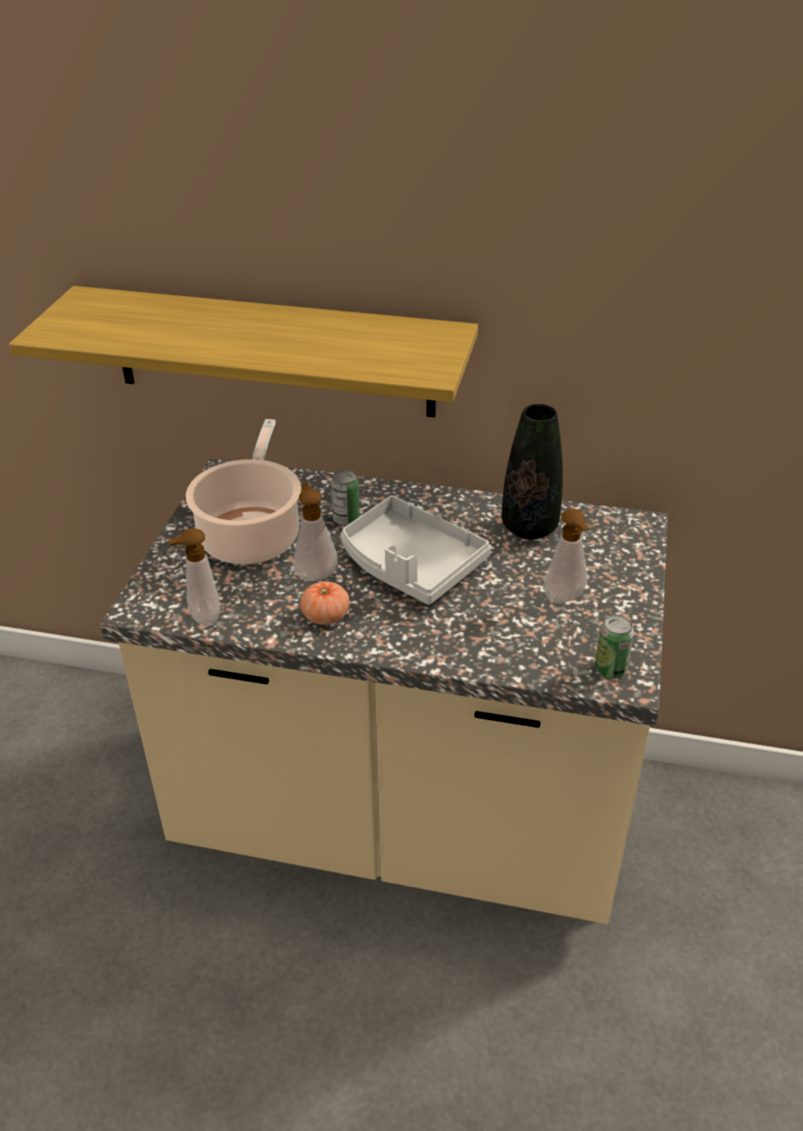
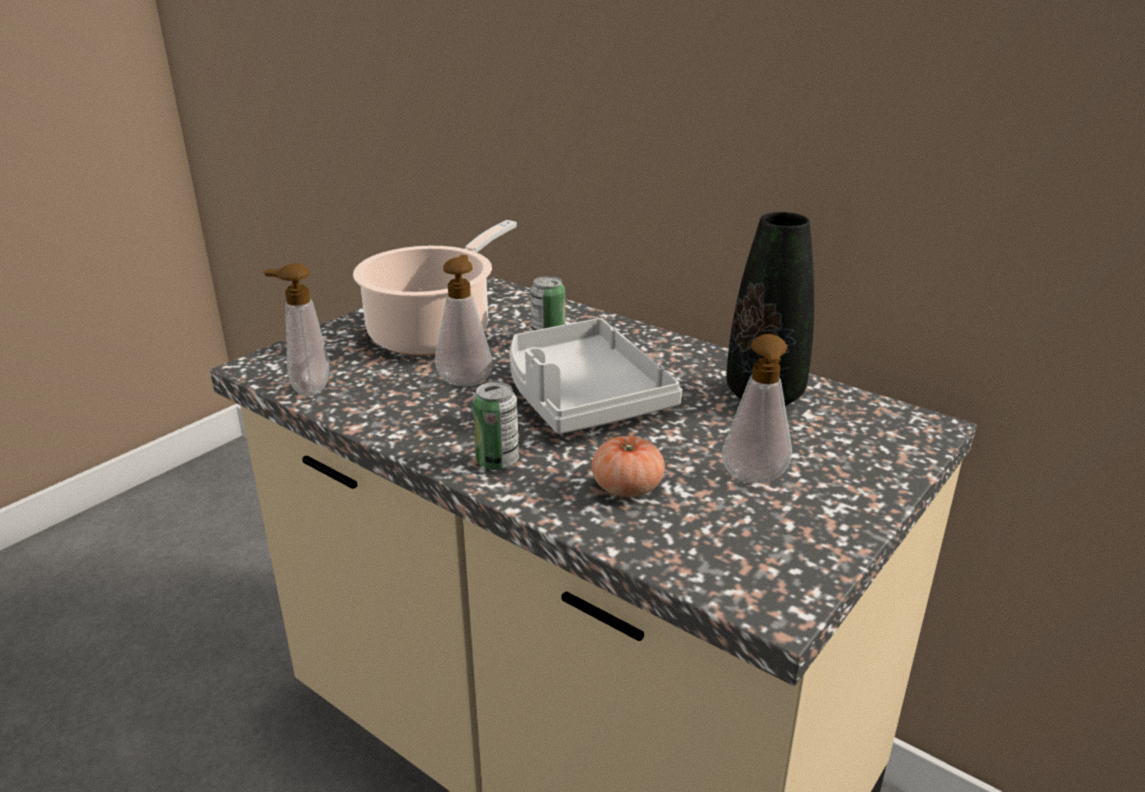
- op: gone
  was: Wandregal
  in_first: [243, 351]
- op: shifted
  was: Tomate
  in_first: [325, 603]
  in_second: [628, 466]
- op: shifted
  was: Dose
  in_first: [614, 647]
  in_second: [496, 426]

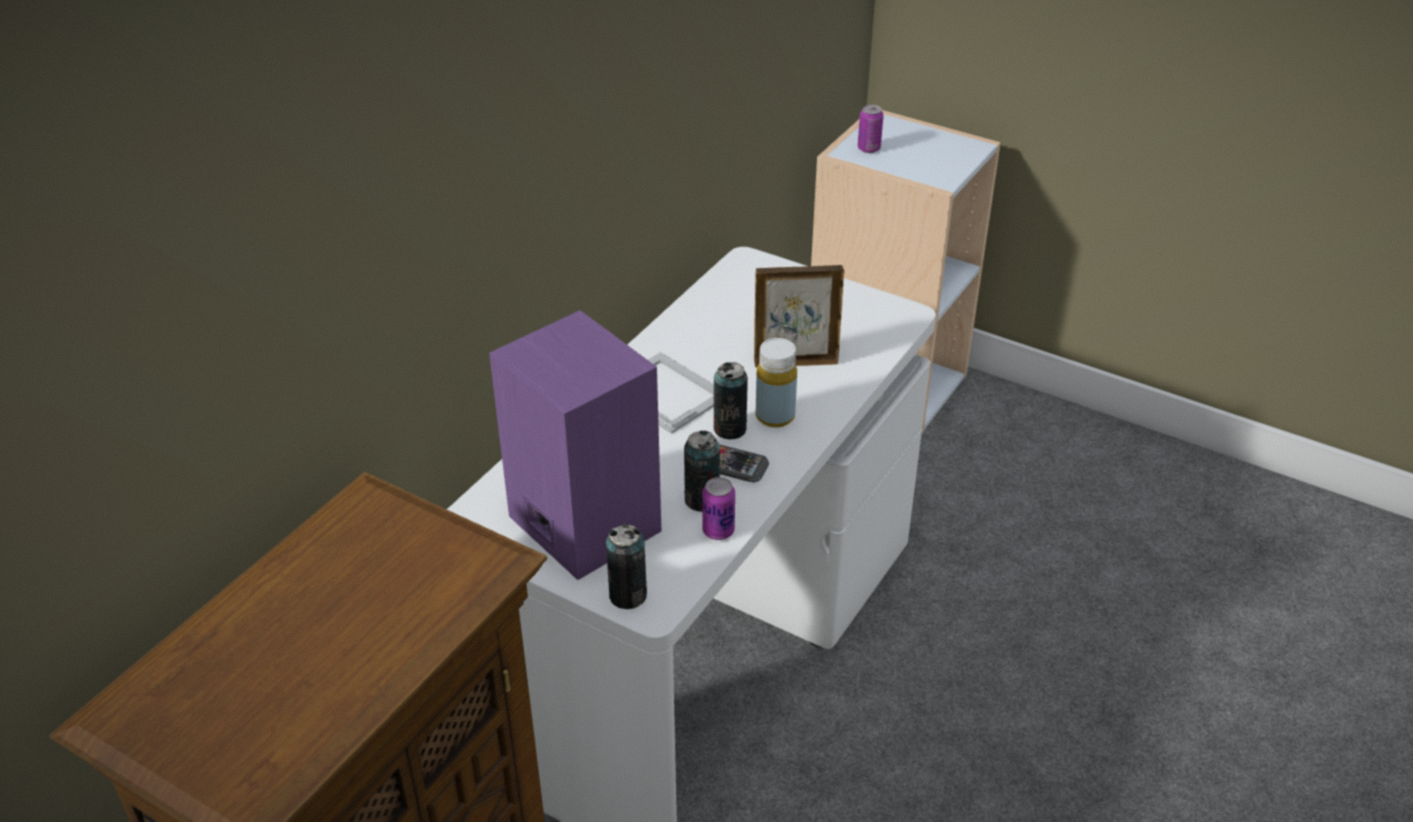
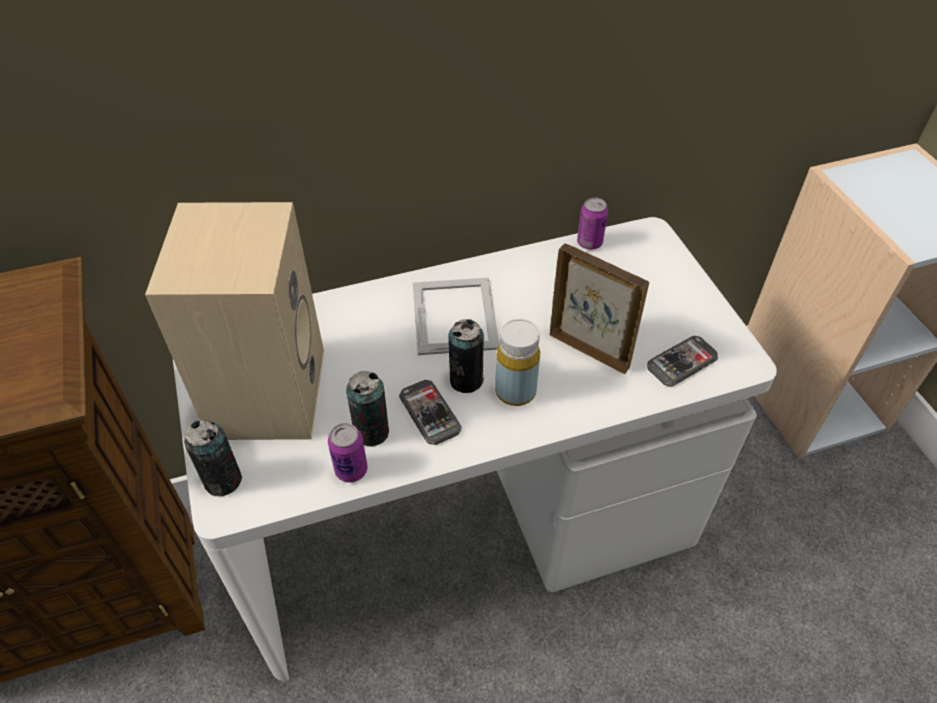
- op: shifted
  was: Dose
  in_first: [870, 129]
  in_second: [592, 224]
- op: repainted
  was: Lautsprecher [lila]
  now: Lautsprecher [beige]
  in_first: [575, 445]
  in_second: [234, 321]
- op: new
  now: Handy
  in_second: [682, 361]

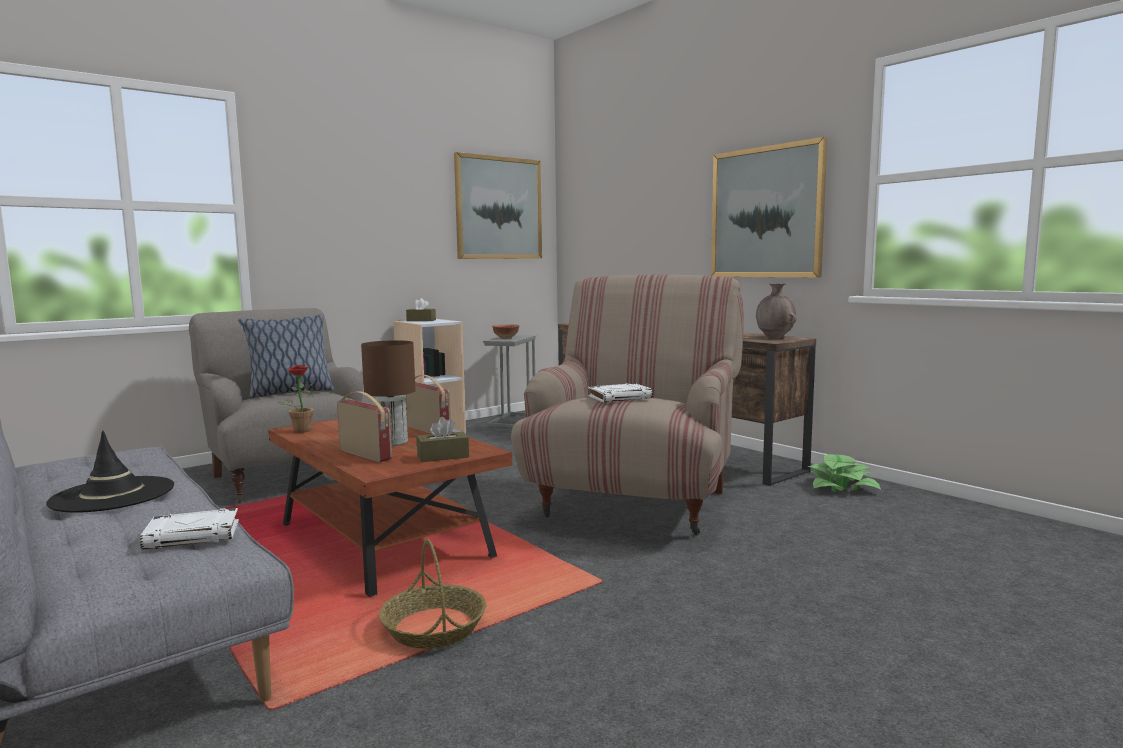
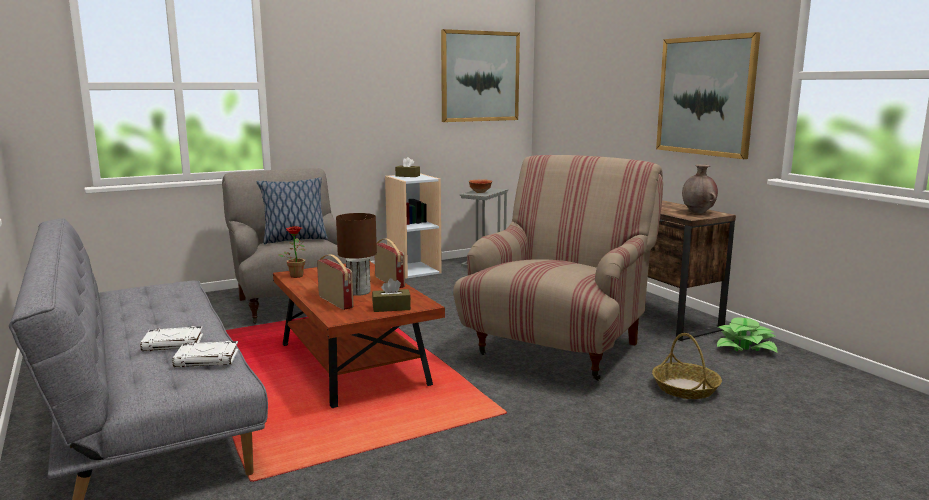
- op: shifted
  was: Buch [weiß]
  in_first: [620, 392]
  in_second: [171, 338]
- op: gone
  was: Hut [schwarz]
  in_first: [110, 472]
- op: shifted
  was: Korb
  in_first: [432, 594]
  in_second: [687, 366]

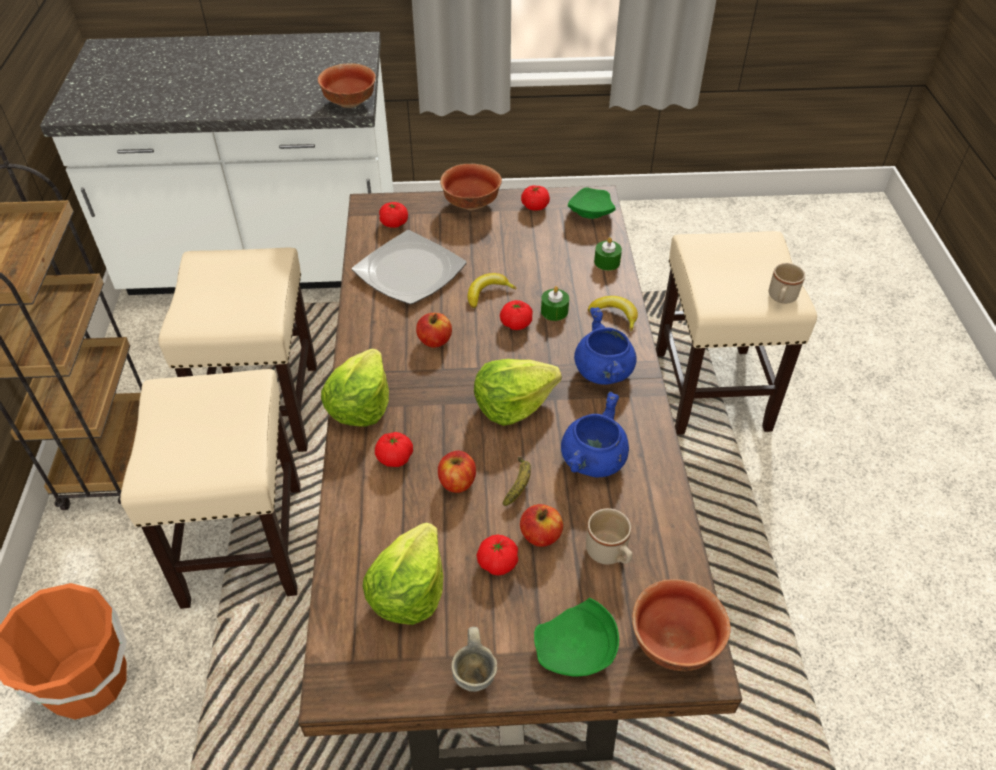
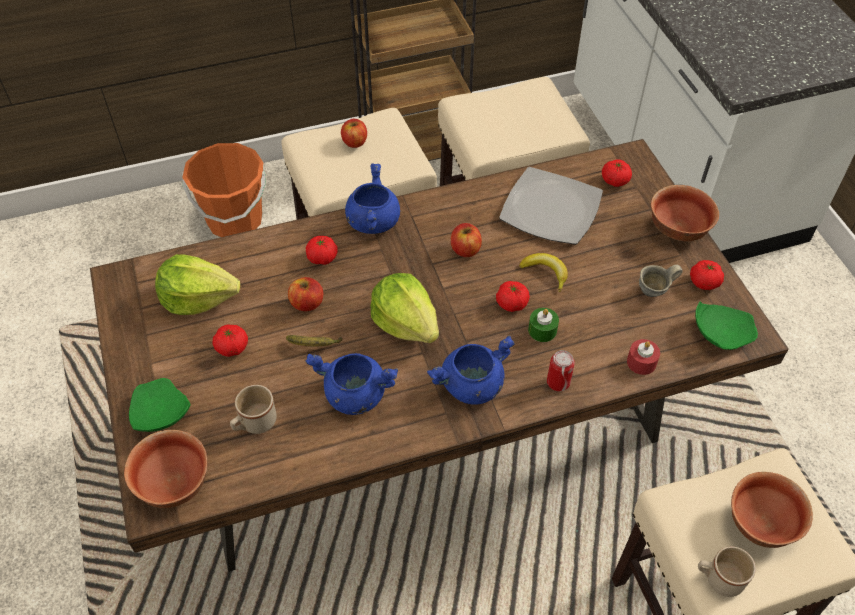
- op: shifted
  was: Schüssel
  in_first: [347, 85]
  in_second: [772, 510]
- op: repainted
  was: Kerze [grün]
  now: Kerze [rot]
  in_first: [608, 254]
  in_second: [643, 357]
- op: swapped
  was: Banane
  now: Dose
  in_first: [613, 314]
  in_second: [561, 370]
- op: swapped
  was: Salatkopf
  now: Kochtopf [blau]
  in_first: [355, 388]
  in_second: [372, 199]
- op: shifted
  was: Apfel
  in_first: [541, 525]
  in_second: [354, 133]
- op: shifted
  was: Henkelbecher [grau]
  in_first: [474, 659]
  in_second: [661, 281]

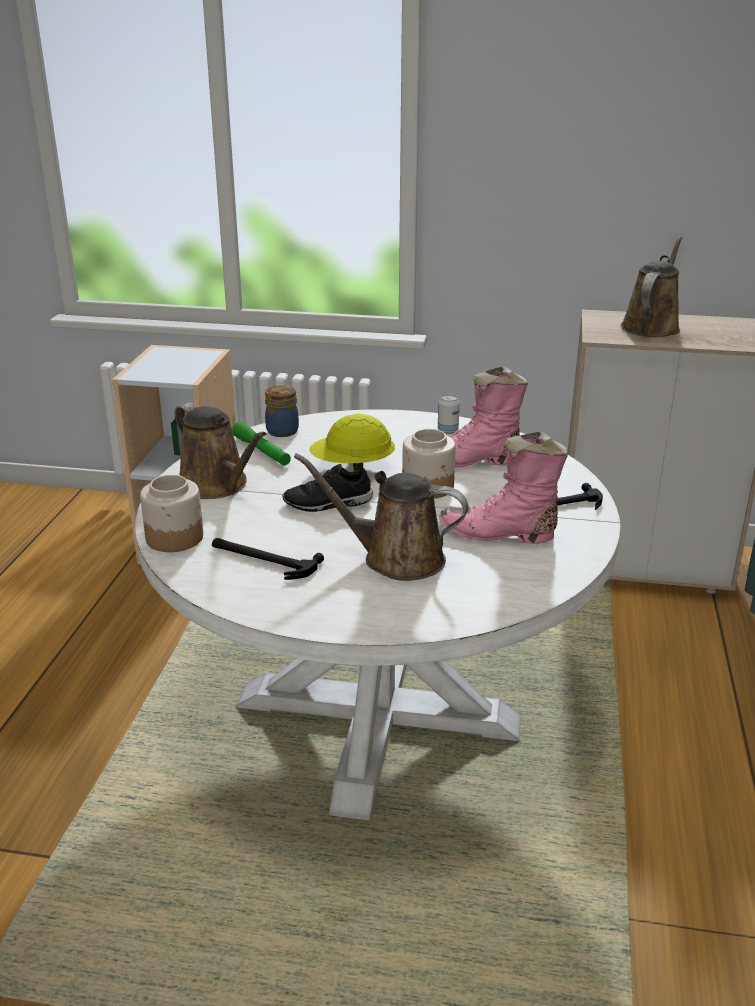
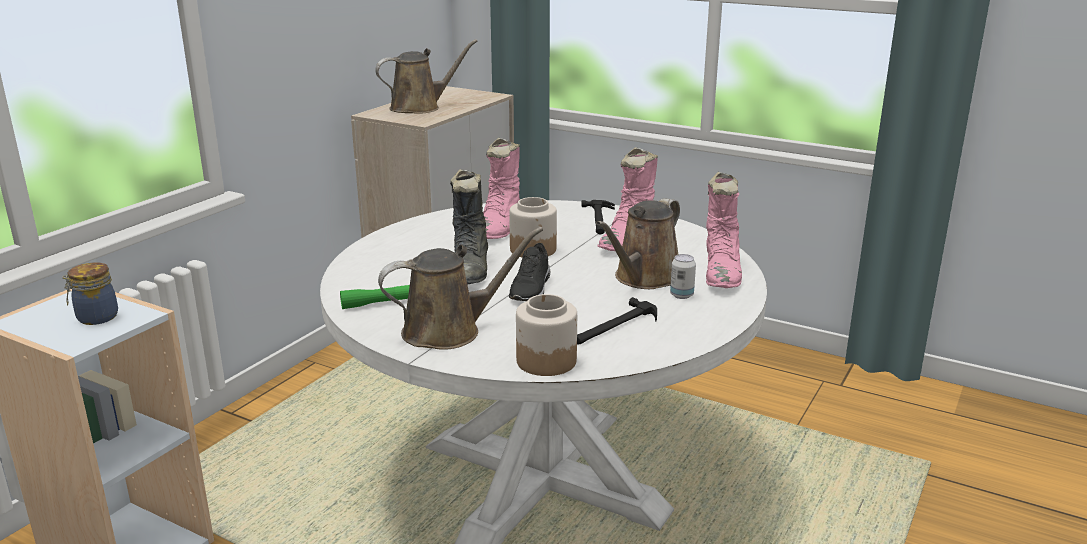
- op: rotated
  was: Gießkanne [braun]
  in_first: [651, 286]
  in_second: [426, 77]
  clockwise: 105
- op: shifted
  was: Vorratsglas
  in_first: [282, 411]
  in_second: [90, 293]
- op: shifted
  was: Dose
  in_first: [449, 414]
  in_second: [683, 276]
- op: swapped
  was: Schutzhelm [gelb]
  now: Stiefel [schwarz]
  in_first: [352, 442]
  in_second: [469, 226]
- op: new
  now: Stiefel [rosa]
  in_second: [724, 230]

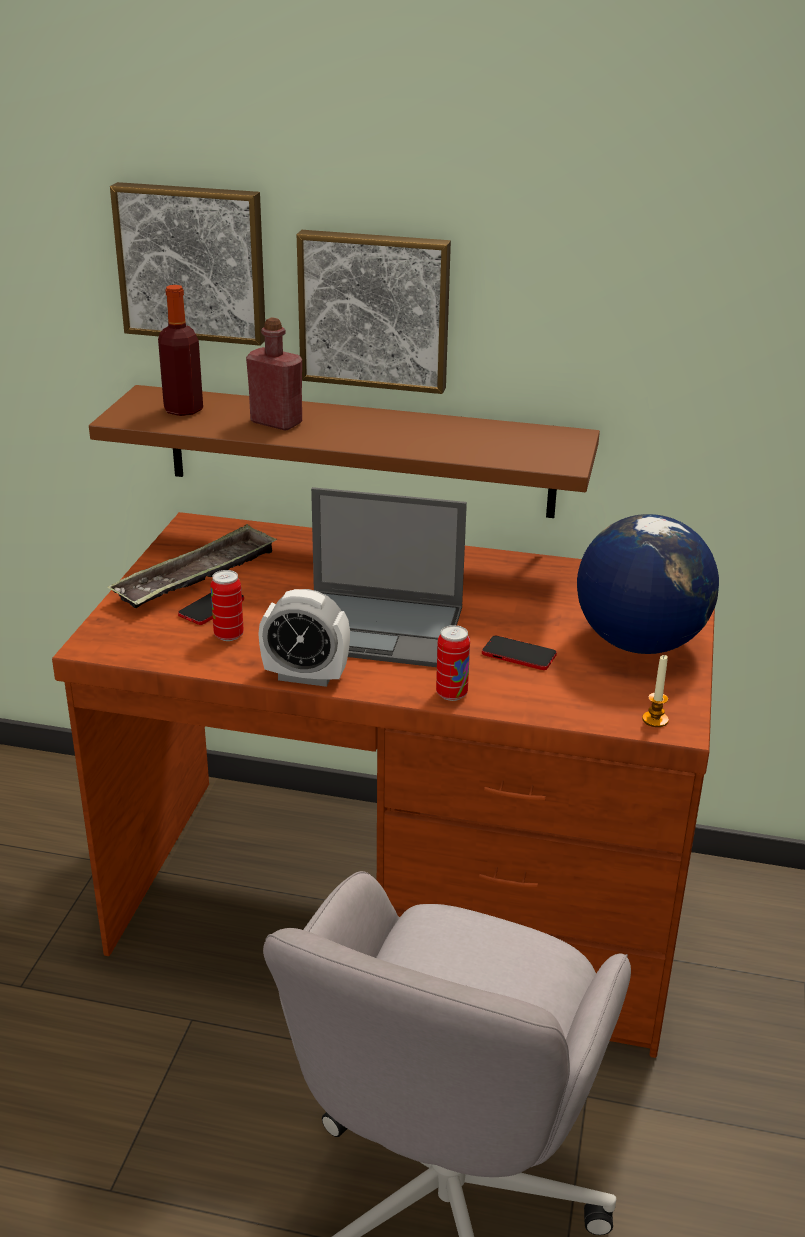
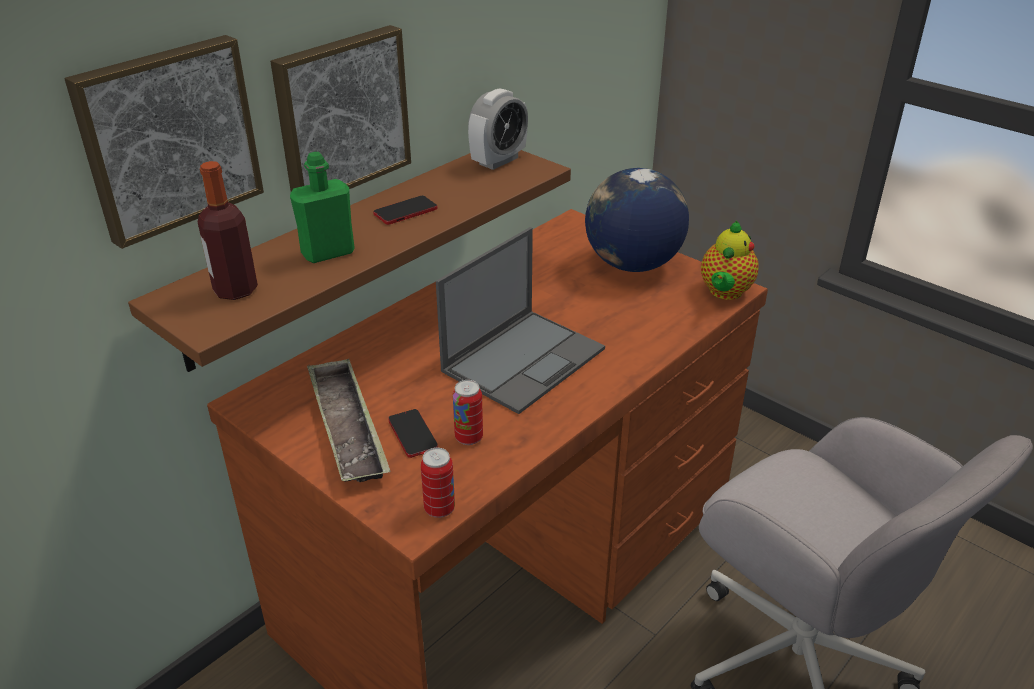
- op: repainted
  was: Flasche [rot]
  now: Flasche [grün]
  in_first: [274, 374]
  in_second: [322, 207]
- op: shifted
  was: Wecker
  in_first: [304, 638]
  in_second: [498, 129]
- op: shifted
  was: Dose
  in_first: [453, 663]
  in_second: [438, 483]
- op: shifted
  was: Handy
  in_first: [519, 653]
  in_second: [405, 210]
- op: swapped
  was: Kerze
  now: Teekanne
  in_first: [655, 691]
  in_second: [730, 260]

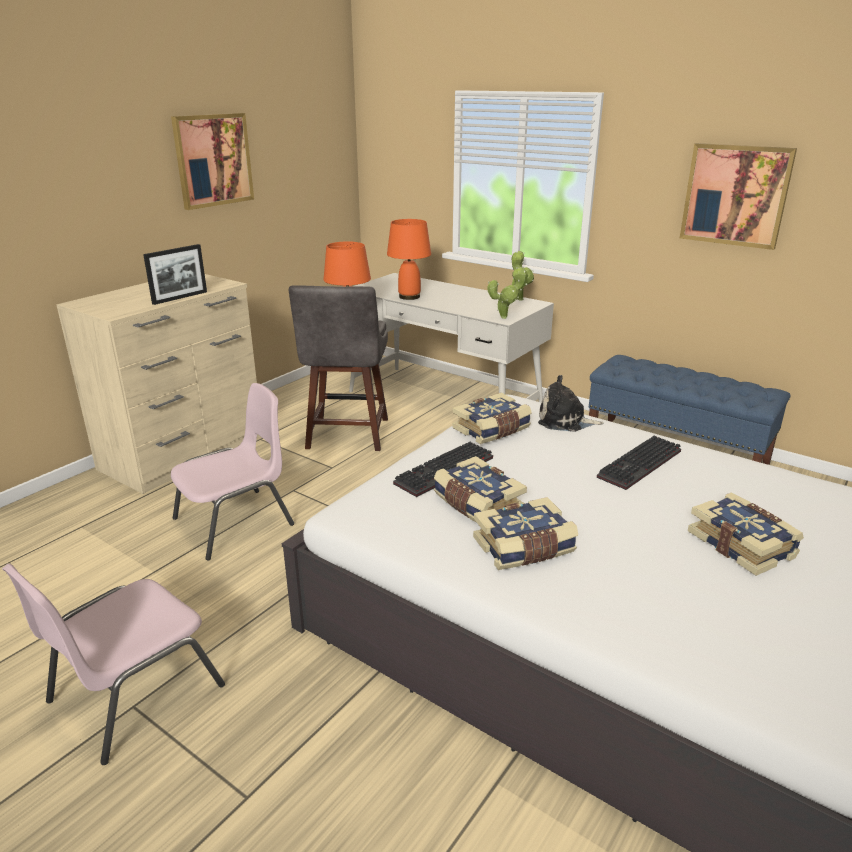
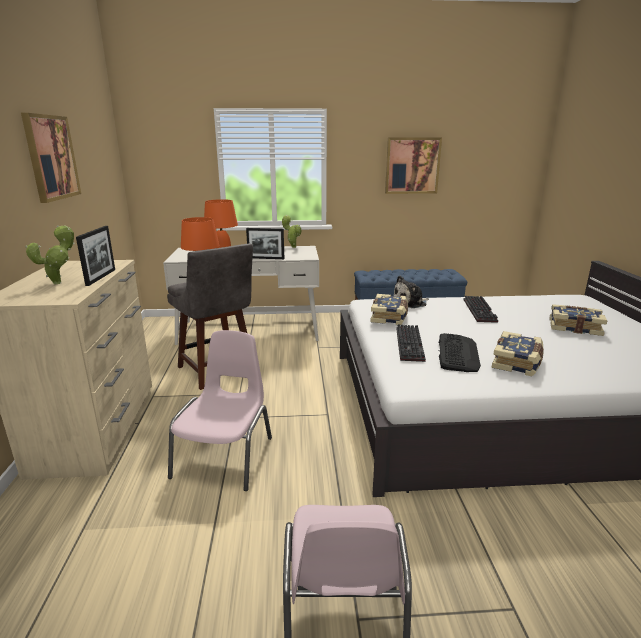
- op: shifted
  was: Topfpflanze
  in_first: [507, 293]
  in_second: [49, 254]
- op: swapped
  was: Buch
  now: Tastatur
  in_first: [480, 489]
  in_second: [460, 352]
- op: new
  now: Bilderrahmen
  in_second: [265, 243]

